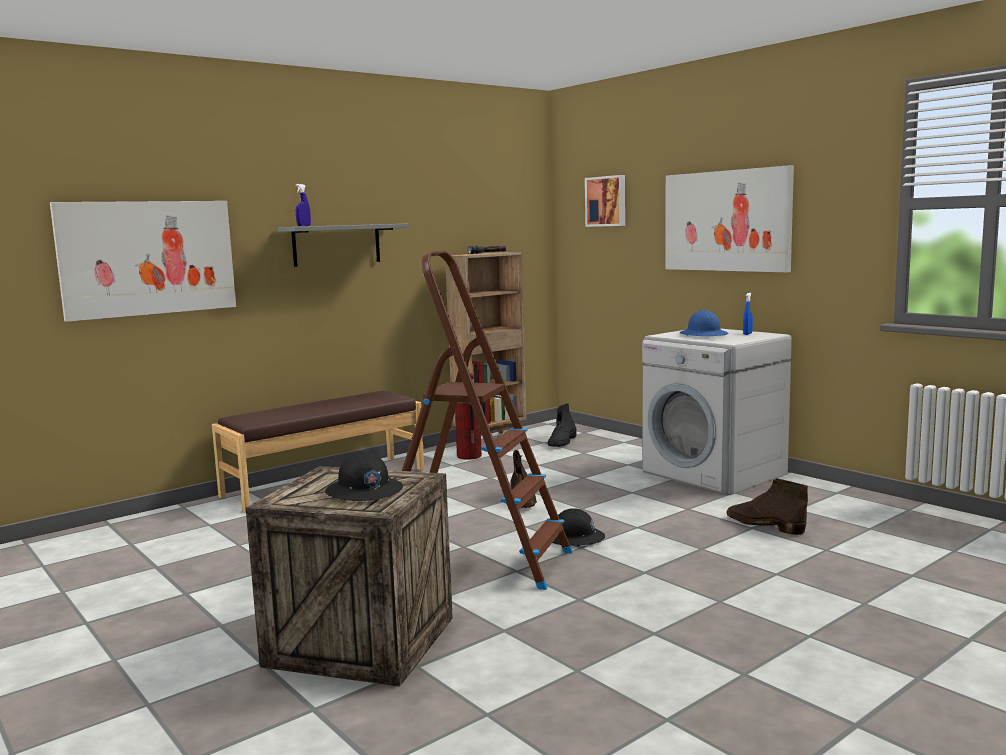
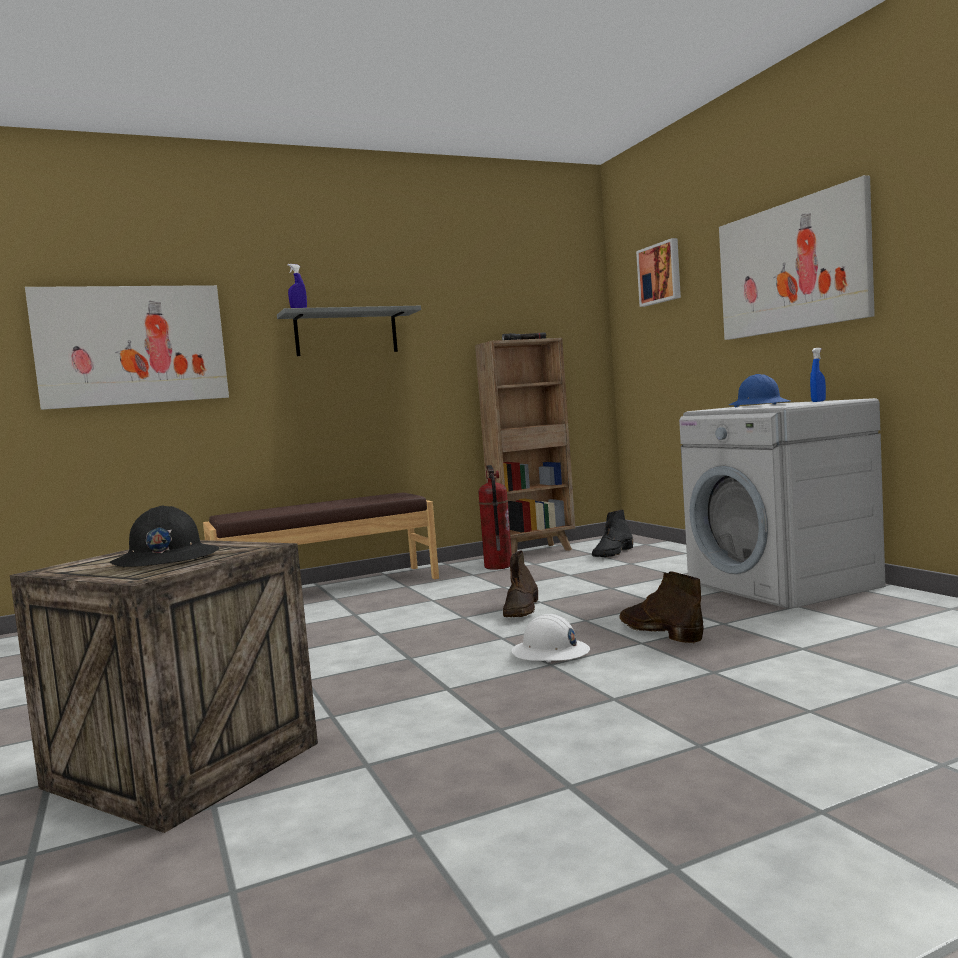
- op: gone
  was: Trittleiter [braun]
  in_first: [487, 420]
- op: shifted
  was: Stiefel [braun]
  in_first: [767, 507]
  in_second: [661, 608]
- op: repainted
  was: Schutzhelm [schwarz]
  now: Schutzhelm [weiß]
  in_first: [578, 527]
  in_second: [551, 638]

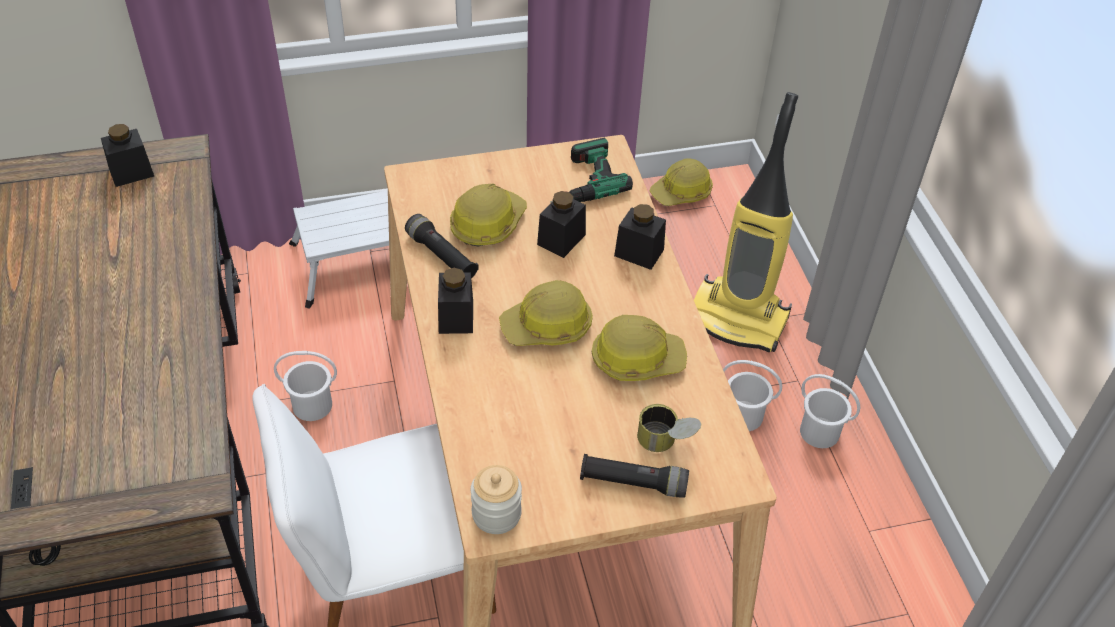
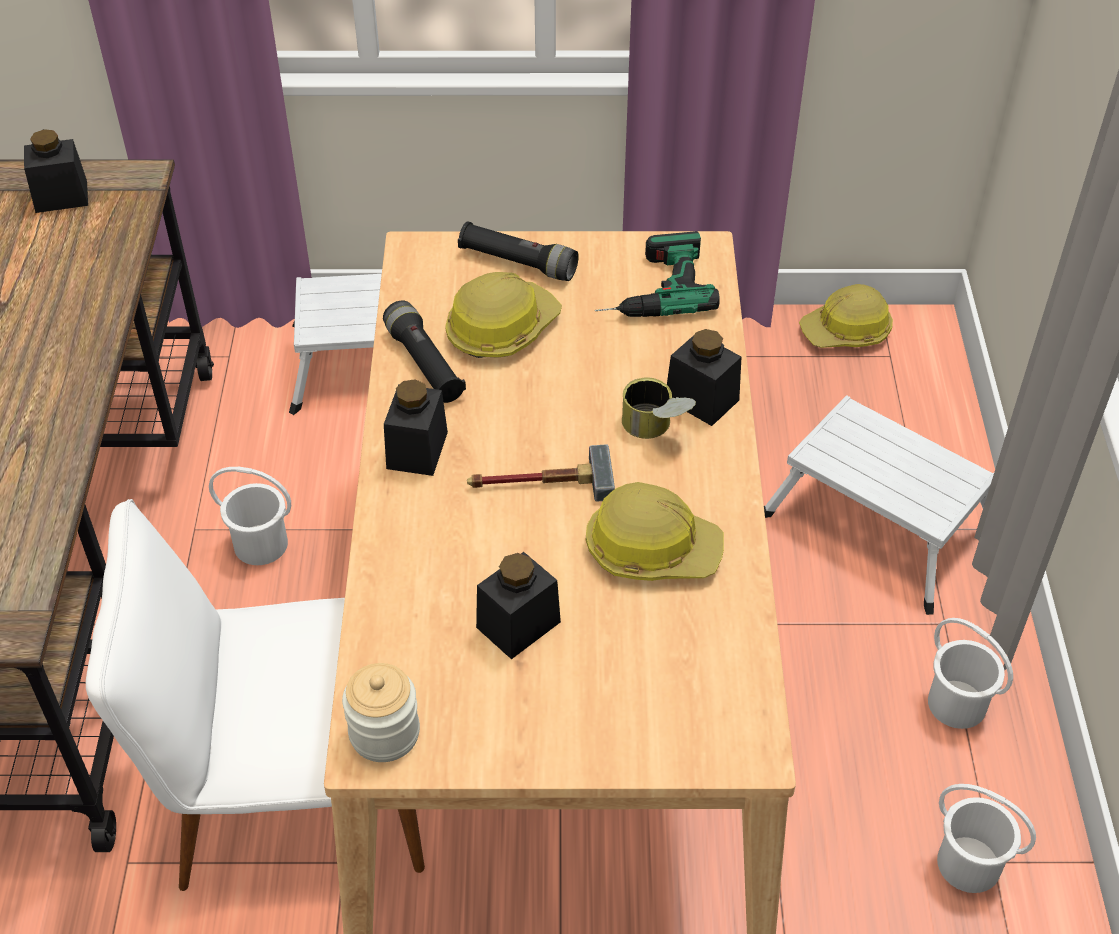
- op: swapped
  was: Staubsauger
  now: Trittleiter [weiß]
  in_first: [746, 222]
  in_second: [879, 505]
- op: shifted
  was: Vorratsglas [schwarz]
  in_first: [561, 224]
  in_second: [518, 605]
- op: swapped
  was: Schutzhelm
  now: Hammer
  in_first: [546, 313]
  in_second: [541, 473]
- op: shifted
  was: Eimer [weiß]
  in_first: [752, 395]
  in_second: [986, 838]
- op: shifted
  was: Dose
  in_first: [669, 428]
  in_second: [659, 408]
- op: shifted
  was: Taschenlampe [schwarz]
  in_first: [634, 476]
  in_second: [518, 251]

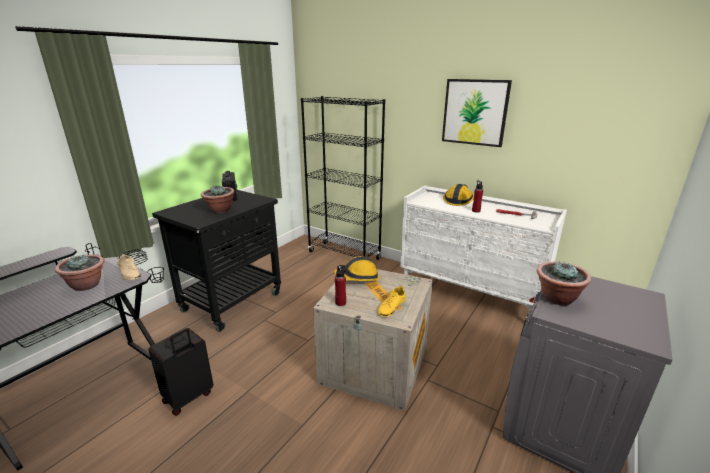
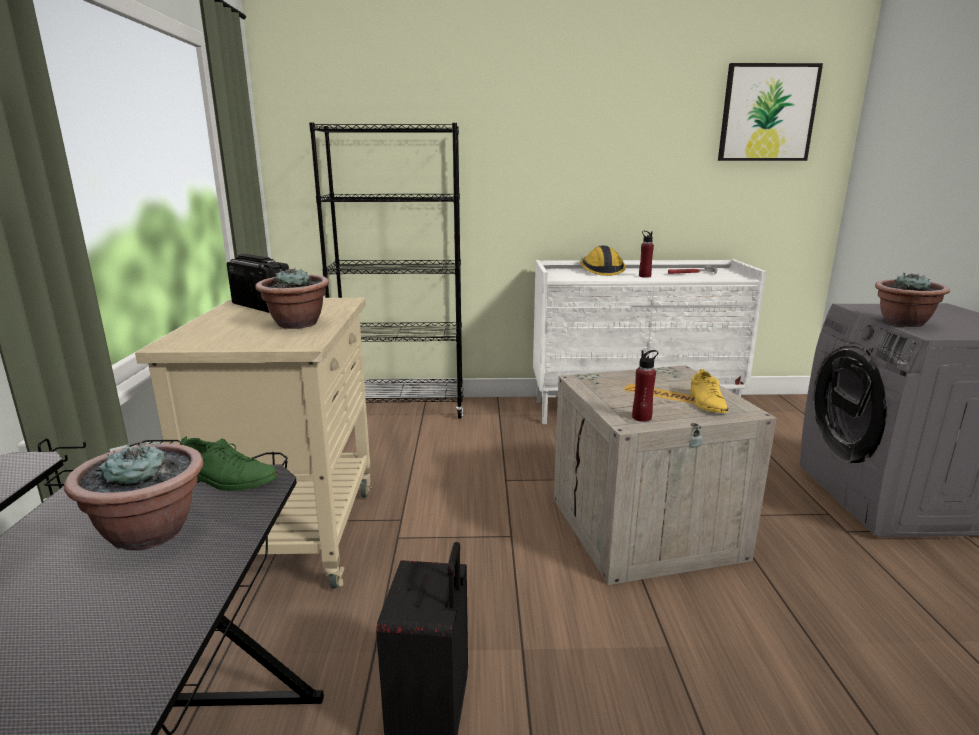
- op: shifted
  was: Bild
  in_first: [477, 113]
  in_second: [770, 112]
- op: repainted
  was: Rollwagen [schwarz]
  now: Rollwagen [beige]
  in_first: [216, 261]
  in_second: [254, 443]
- op: repainted
  was: Schuh [beige]
  now: Schuh [grün]
  in_first: [129, 267]
  in_second: [229, 463]
- op: gone
  was: Schutzhelm
  in_first: [357, 268]

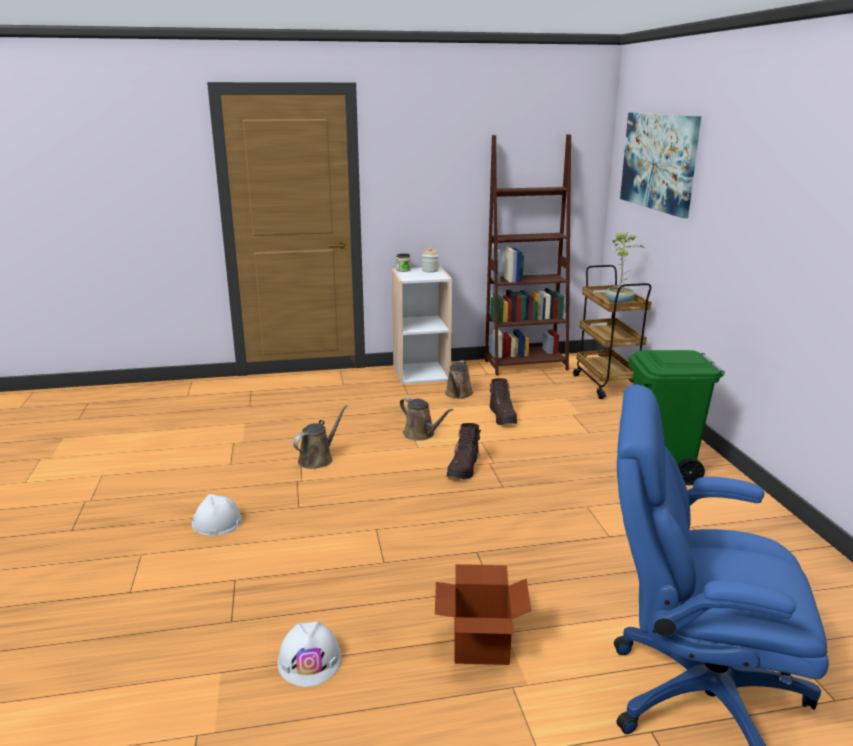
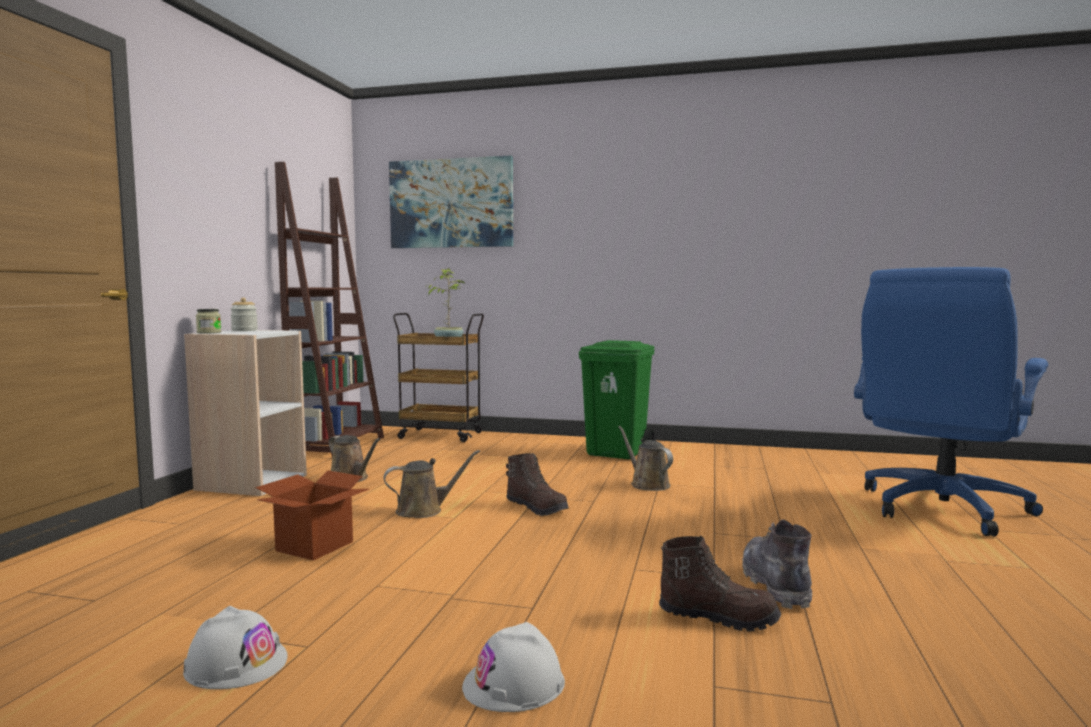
- op: shifted
  was: Stiefel [braun]
  in_first: [503, 401]
  in_second: [720, 583]
- op: shifted
  was: Gießkanne [braun]
  in_first: [320, 437]
  in_second: [645, 458]
- op: shifted
  was: Karton
  in_first: [483, 614]
  in_second: [312, 515]
- op: shifted
  was: Schutzhelm [weiß]
  in_first: [309, 654]
  in_second: [235, 647]
- op: new
  now: Stiefel [grau]
  in_second: [777, 564]

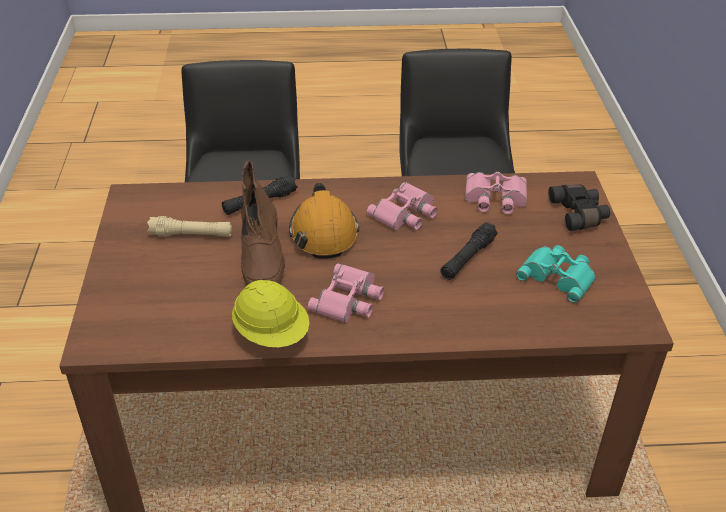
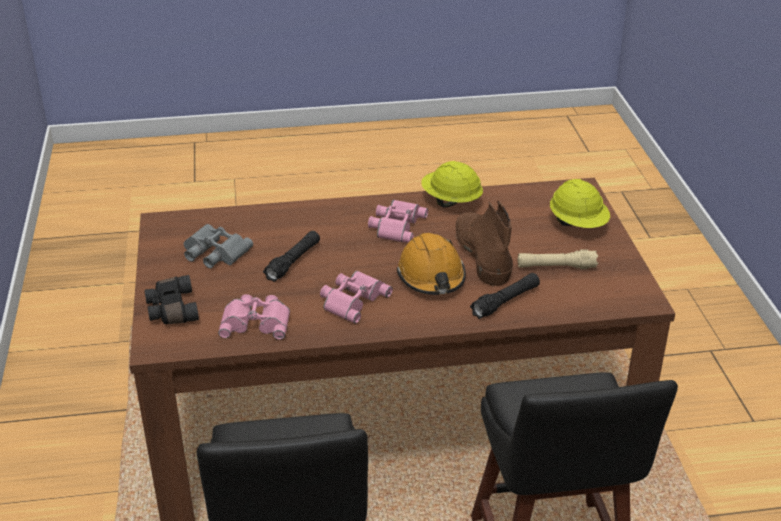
- op: repainted
  was: Fernglas [türkis]
  now: Fernglas [grau]
  in_first: [556, 274]
  in_second: [218, 246]
- op: new
  now: Schutzhelm [gelb]
  in_second: [580, 203]

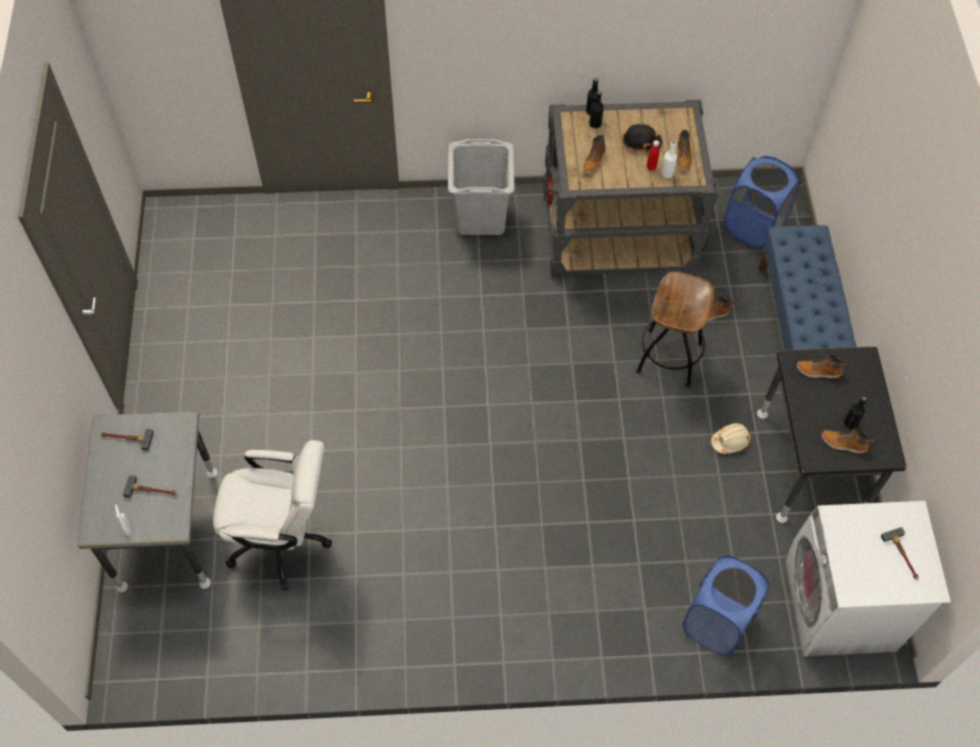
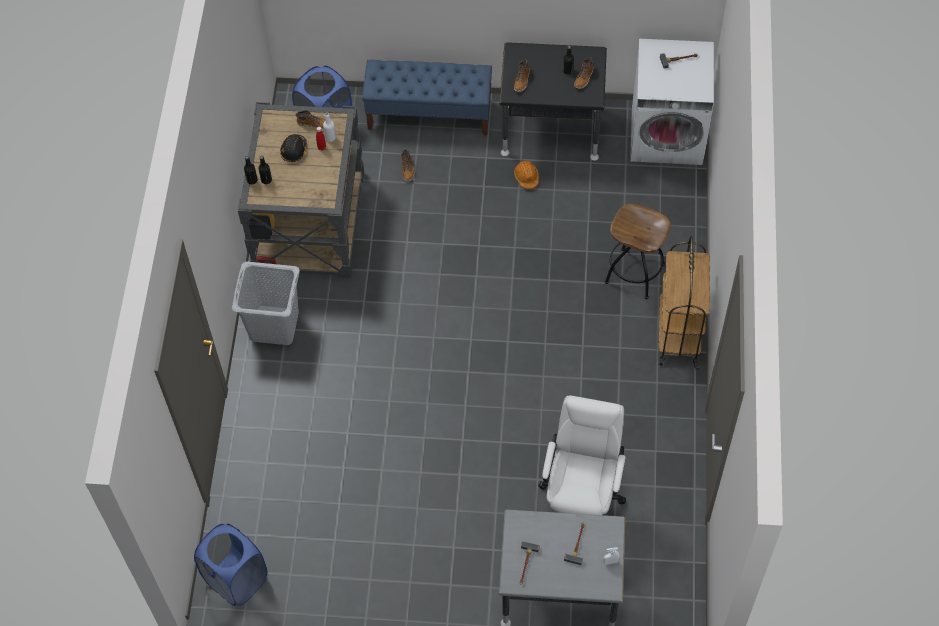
- op: gone
  was: Stiefel
  in_first: [594, 154]
- op: shifted
  was: Hocker [braun]
  in_first: [675, 329]
  in_second: [638, 251]
- op: repainted
  was: Schutzhelm [beige]
  now: Schutzhelm [orange]
  in_first: [731, 438]
  in_second: [526, 175]
- op: shifted
  was: Wäschekorb [blau]
  in_first: [726, 606]
  in_second: [231, 565]
- op: new
  now: Rollwagen [braun]
  in_second: [684, 303]

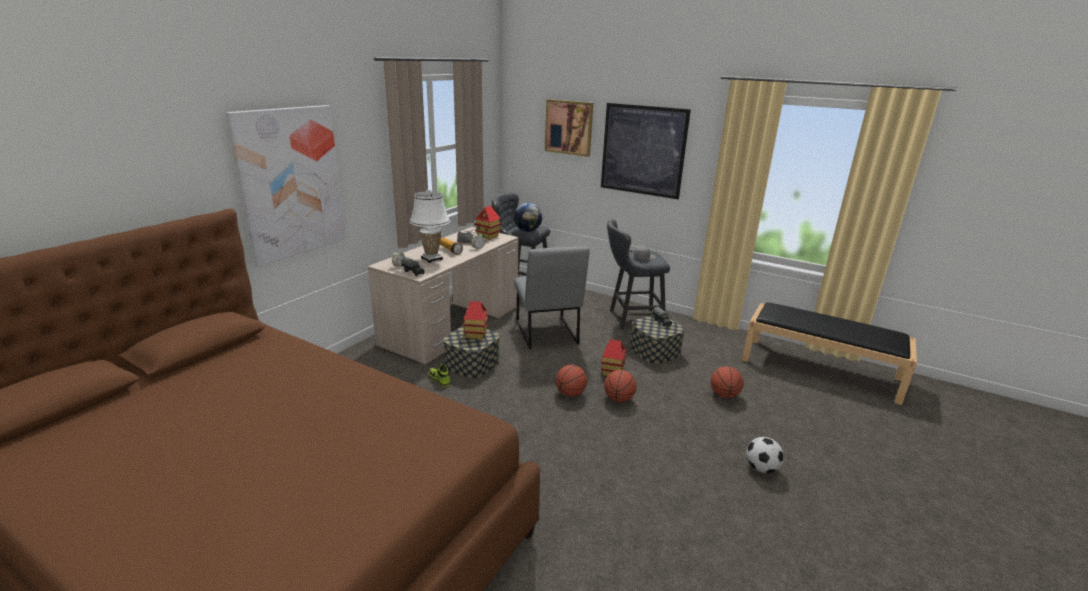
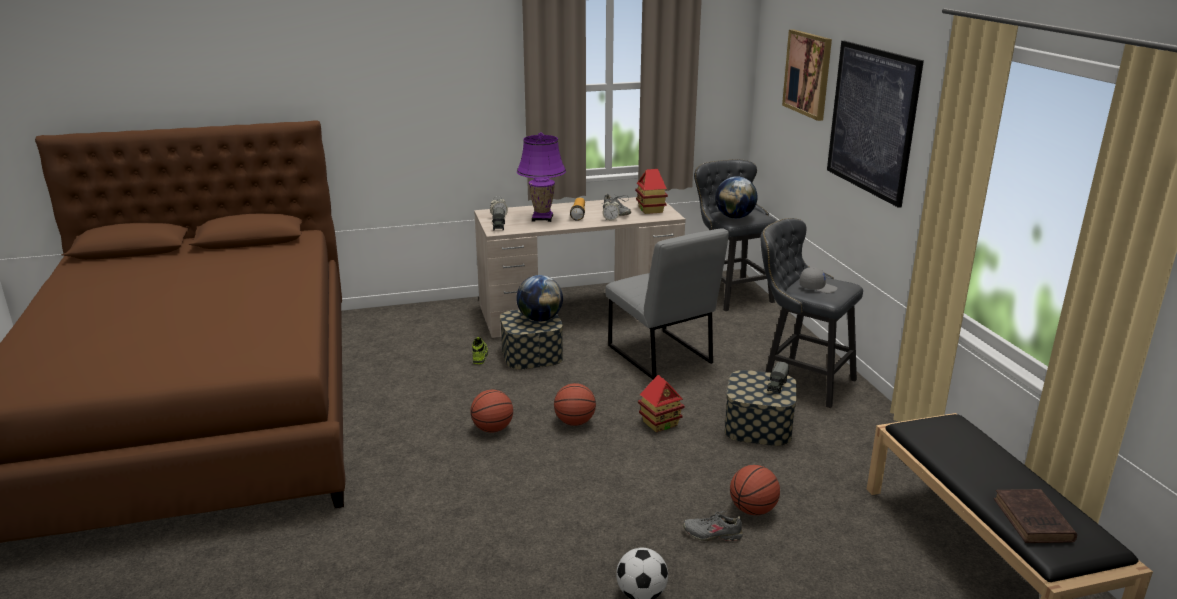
- op: gone
  was: Bild
  in_first: [286, 186]
- op: repainted
  was: Tischlampe [weiß]
  now: Tischlampe [lila]
  in_first: [429, 226]
  in_second: [541, 177]
- op: rotated
  was: Stuhl [grau]
  in_first: [552, 297]
  in_second: [667, 303]
  clockwise: -60
- op: swapped
  was: Spielzeughaus
  now: Globus
  in_first: [475, 320]
  in_second: [539, 298]
- op: shifted
  was: Basketball
  in_first: [620, 386]
  in_second: [491, 411]
- op: new
  now: Buch [braun]
  in_second: [1035, 516]
- op: new
  now: Schuh [grau]
  in_second: [713, 526]

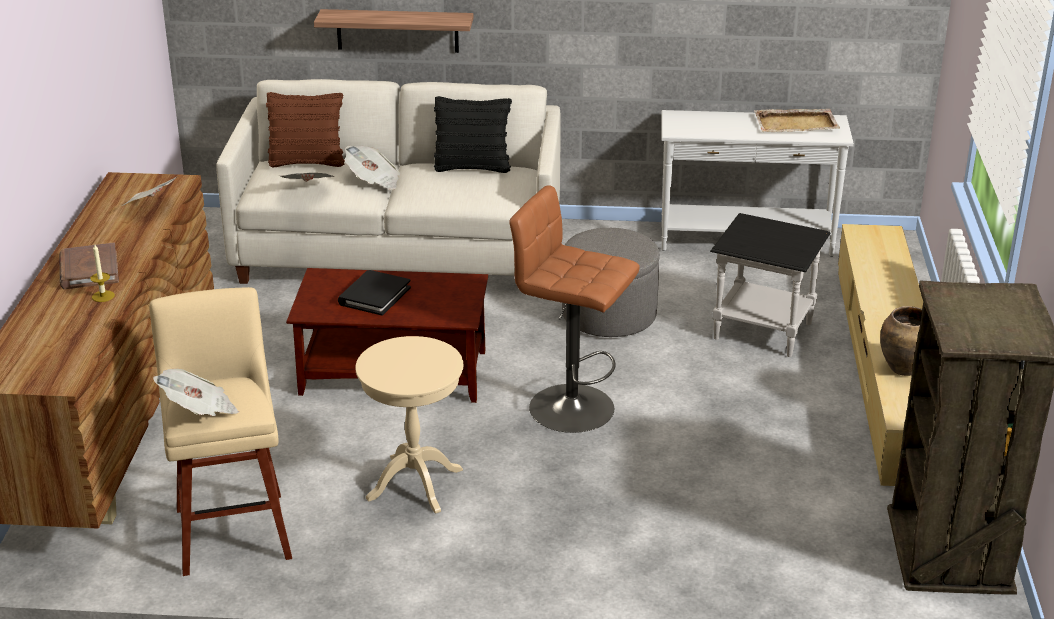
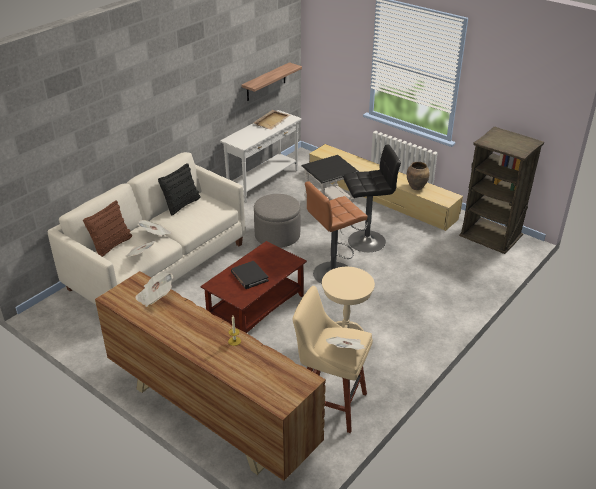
- op: shifted
  was: Wandregal
  in_first: [394, 31]
  in_second: [271, 81]
- op: gone
  was: Buch [braun]
  in_first: [89, 266]
- op: new
  now: Hocker [schwarz]
  in_second: [372, 198]

